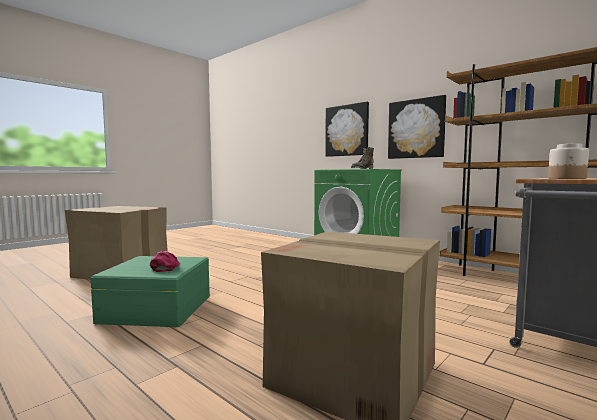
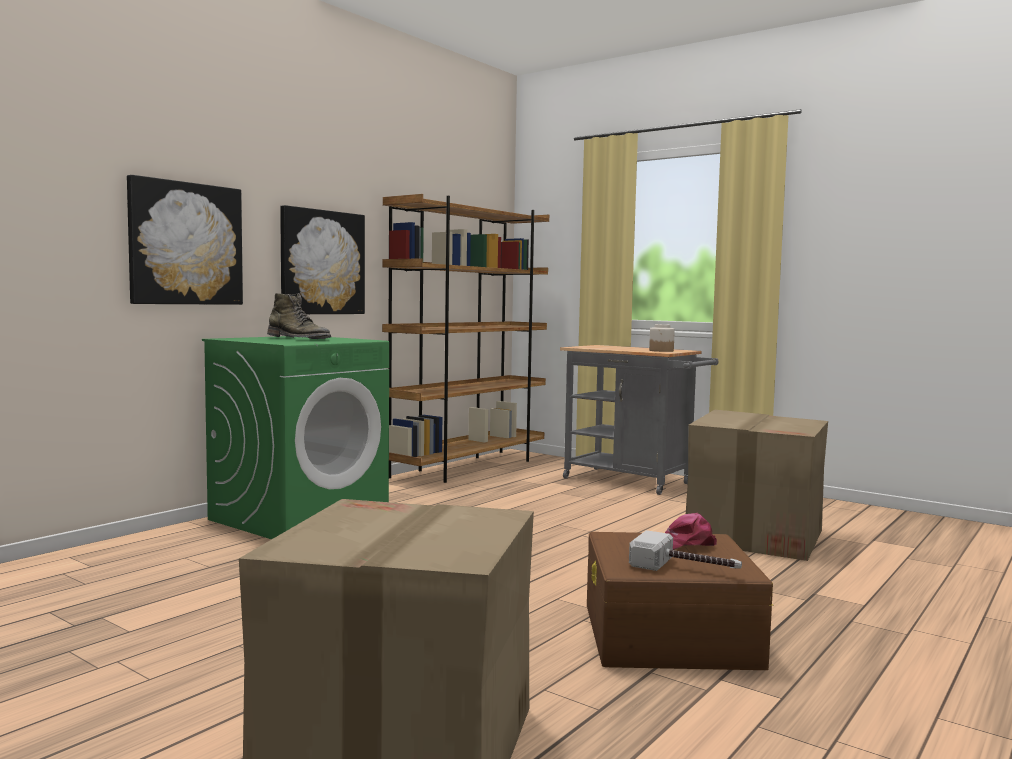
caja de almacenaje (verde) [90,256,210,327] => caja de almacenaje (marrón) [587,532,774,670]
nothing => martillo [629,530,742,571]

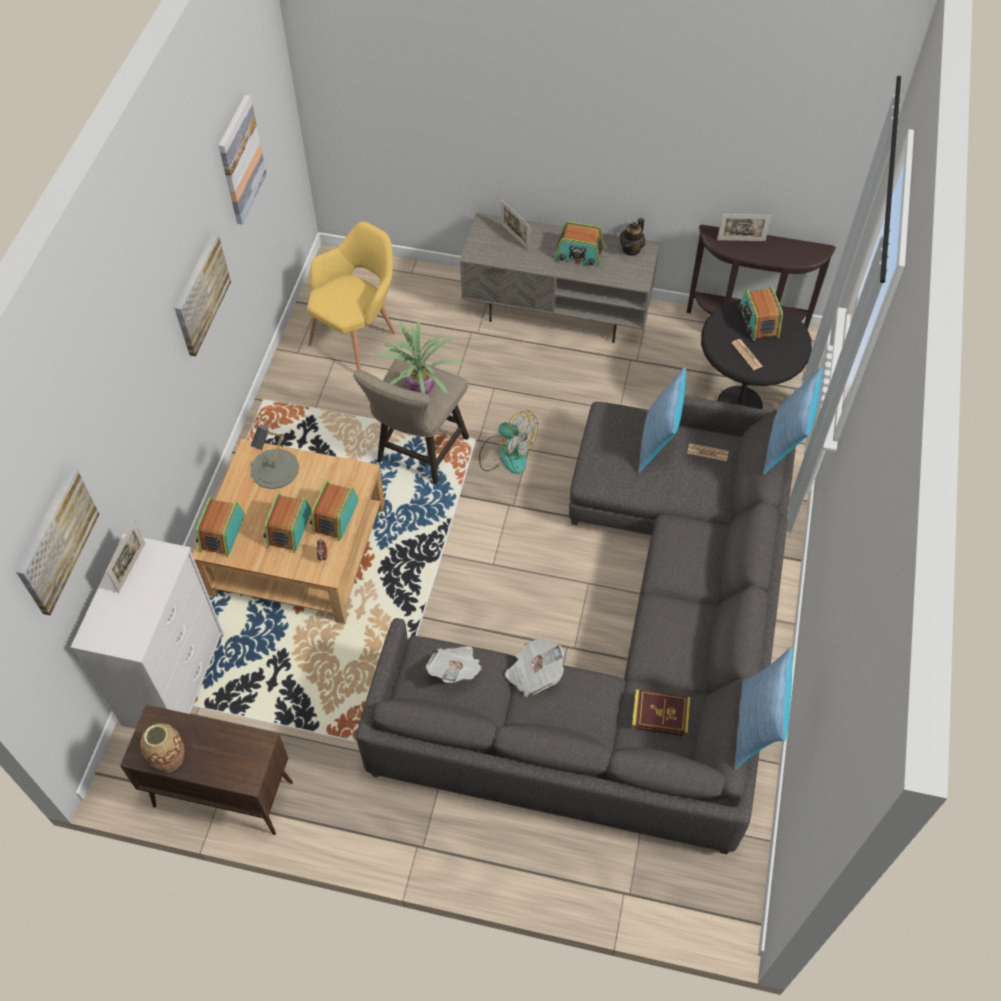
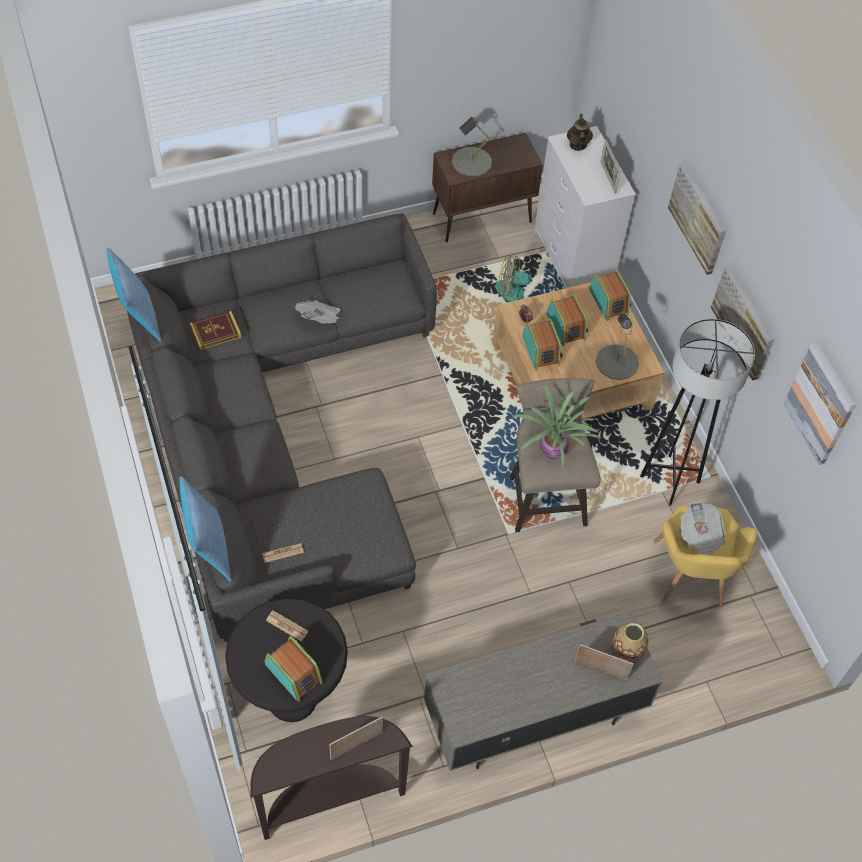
cuadro [16,468,99,615] => cuadro [668,163,726,275], move
florero [140,723,185,772] => florero [612,622,648,664], move
periódico [426,646,482,683] => periódico [681,501,726,555], move
ventilador [479,410,538,474] => ventilador [495,253,531,302], move
radio [554,221,605,266] => nothing
tetera [620,218,645,256] => tetera [567,114,593,151], move
cojín [638,367,686,473] => nothing
nothing => lámpara de mesa (gris) [452,117,492,177]
nothing => lámpara de pie (gris) [640,319,755,506]

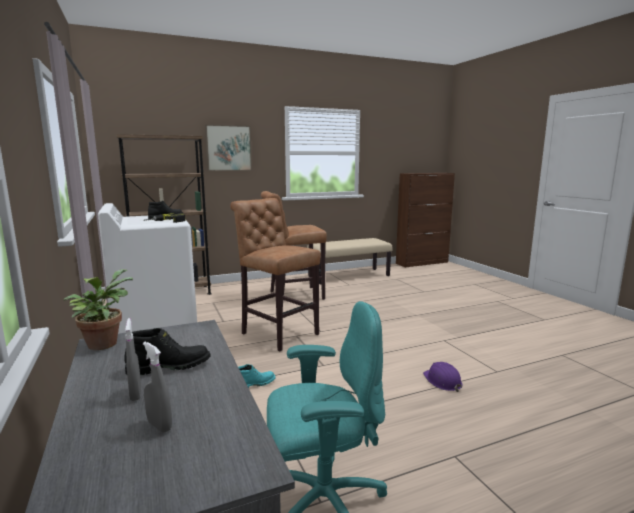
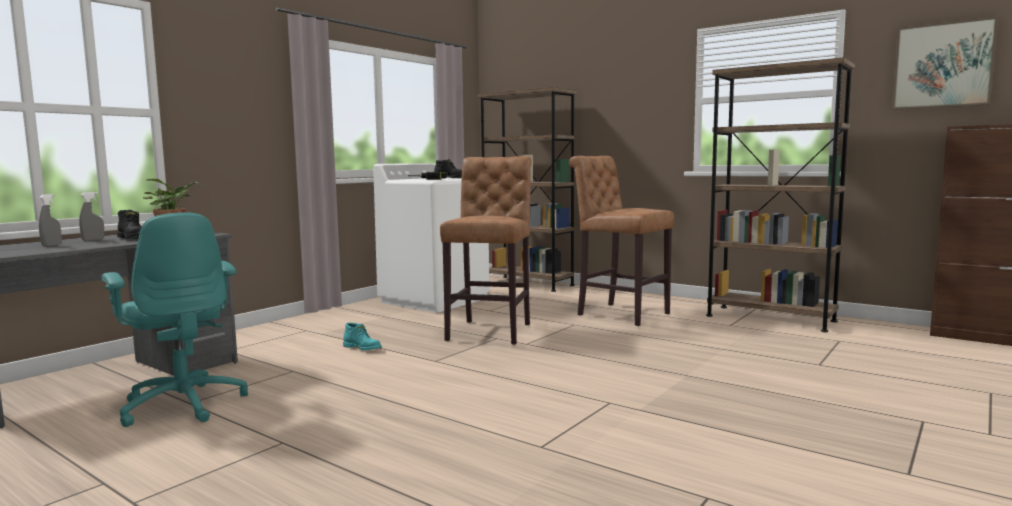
cuadro [205,124,252,171] => cuadro [892,17,998,110], move
banco (beis) [307,238,392,285] => estantería (marrón) [706,57,855,332]
casco (morado) [423,362,462,392] => nothing

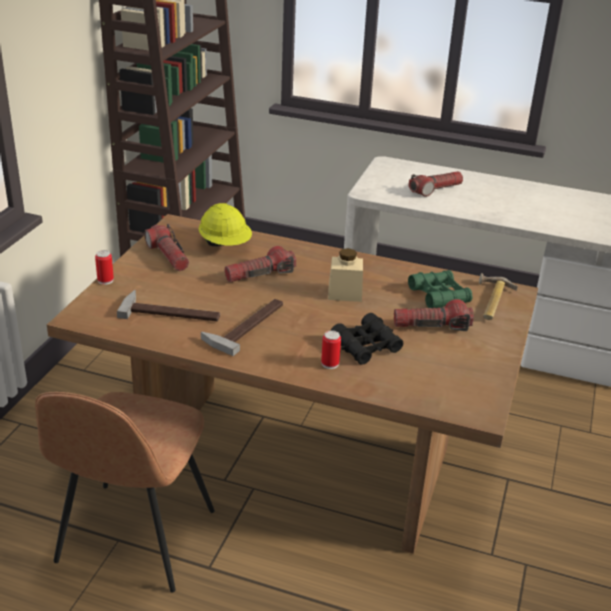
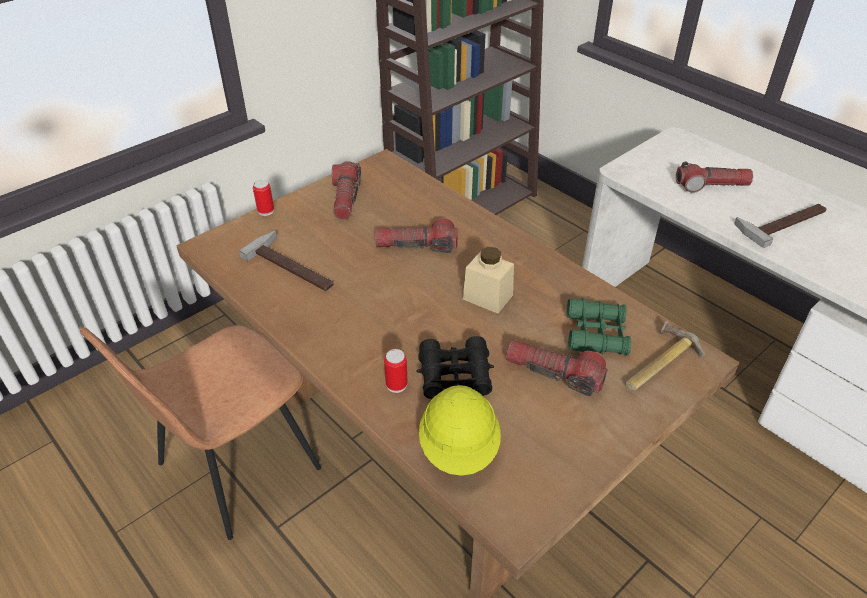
casco (amarillo) [198,203,252,246] => casco (amarillo) [419,385,501,476], move
martillo [201,299,283,356] => martillo [734,204,826,248], move

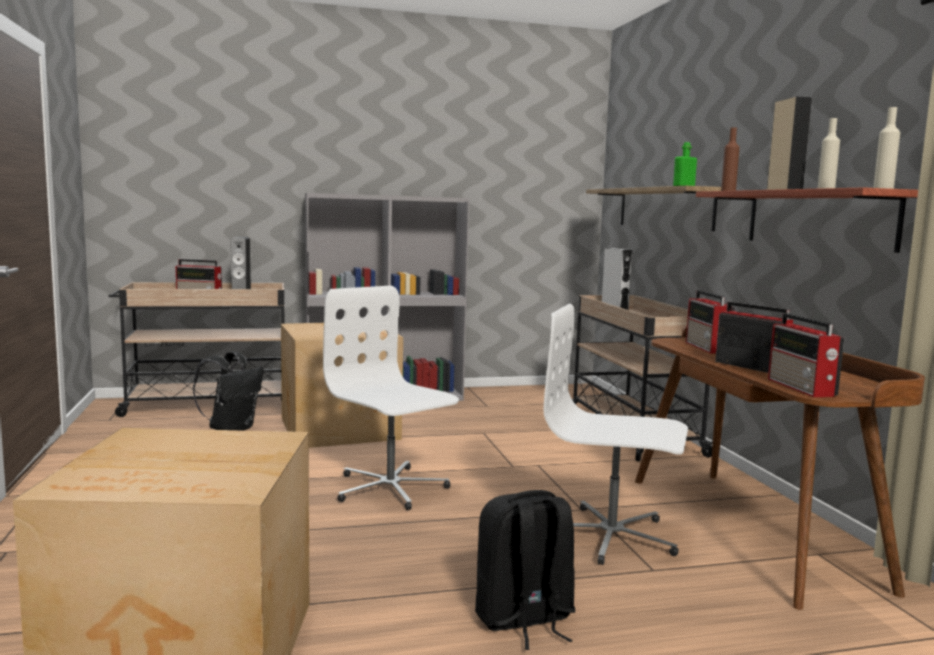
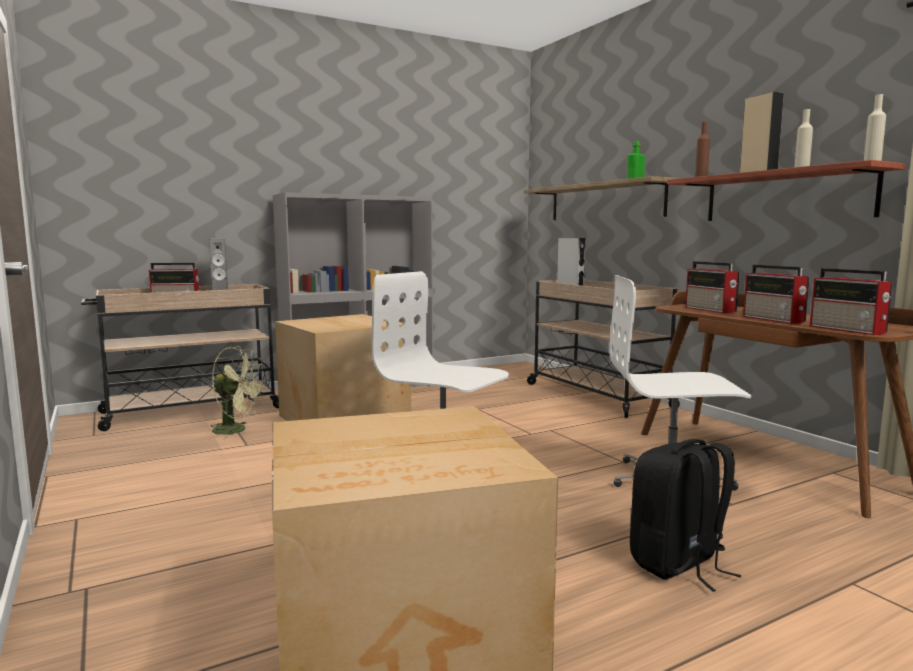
mochila (negro) [193,351,263,431] => ventilador (verde) [210,346,266,439]
radio [715,302,793,373] => radio [743,265,810,324], 150 degrees counterclockwise

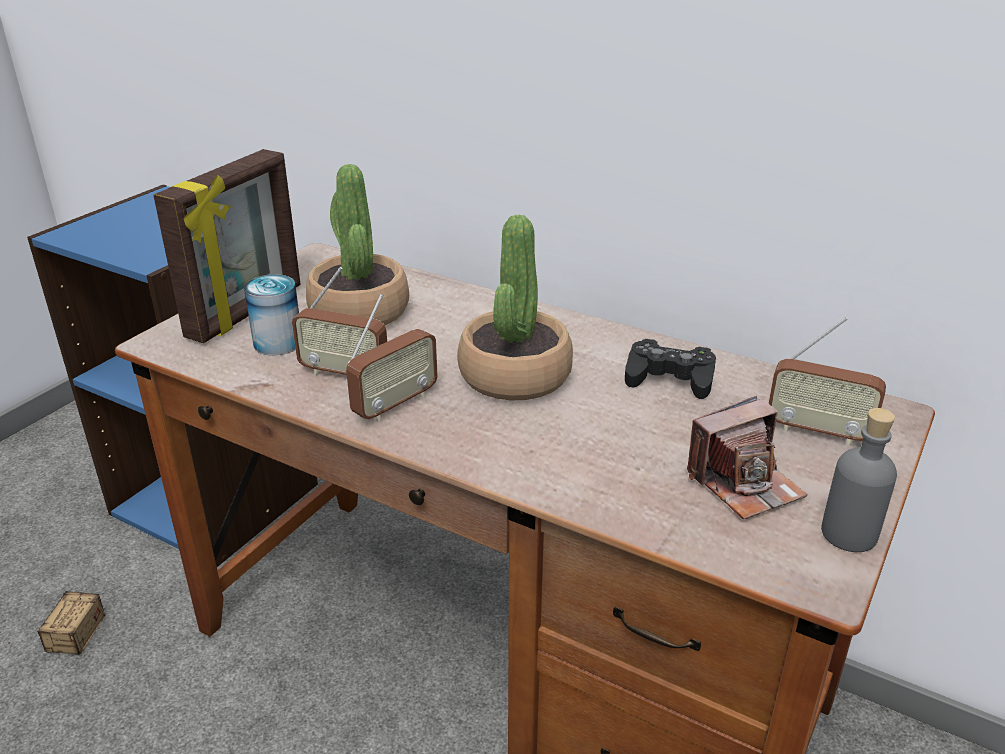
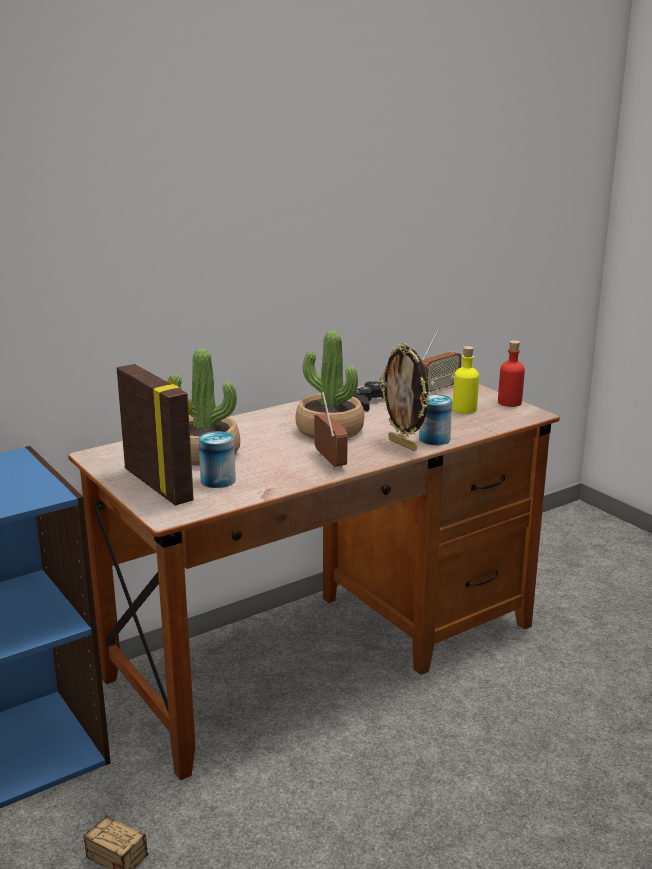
radio [292,267,387,375] => nothing
cámara [687,396,807,520] => botella (amarillo) [453,346,479,414]
botella (gris) [821,408,897,552] => botella (rojo) [498,340,525,407]
nothing => portarretratos [380,343,429,451]
nothing => lata [419,394,452,445]

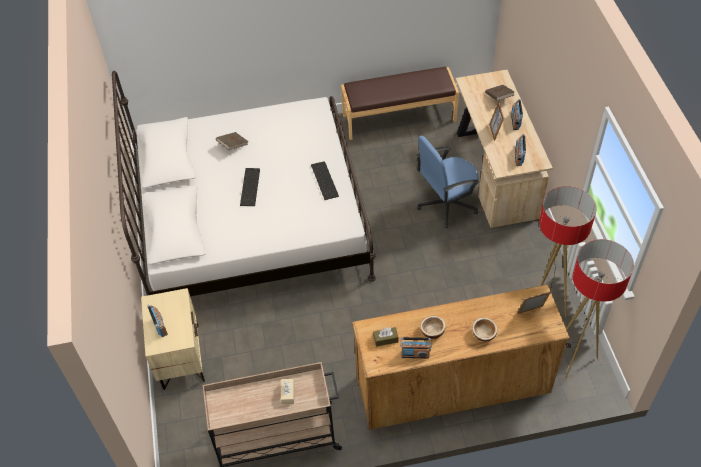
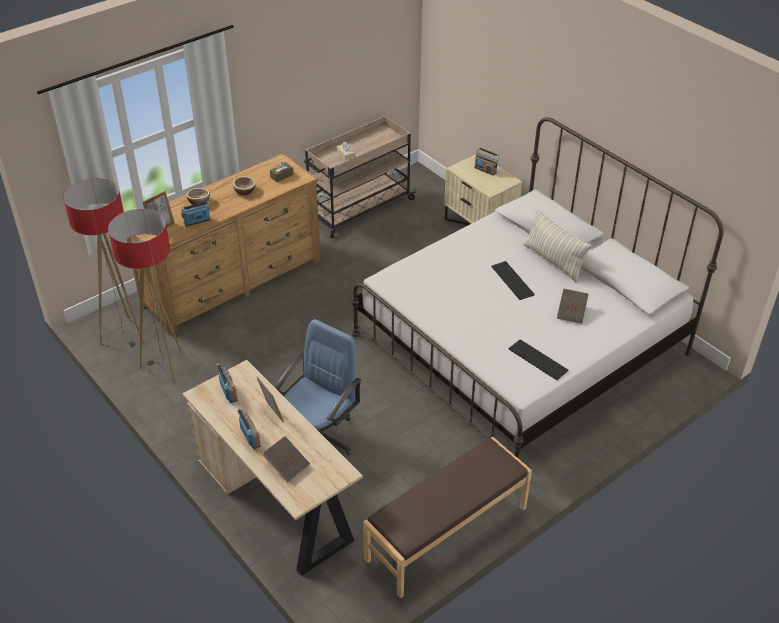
teclado [311,161,339,200] => teclado [509,339,568,380], move
radio [400,337,431,358] => radio [181,201,211,227], move
nothing => cojín [523,209,592,282]

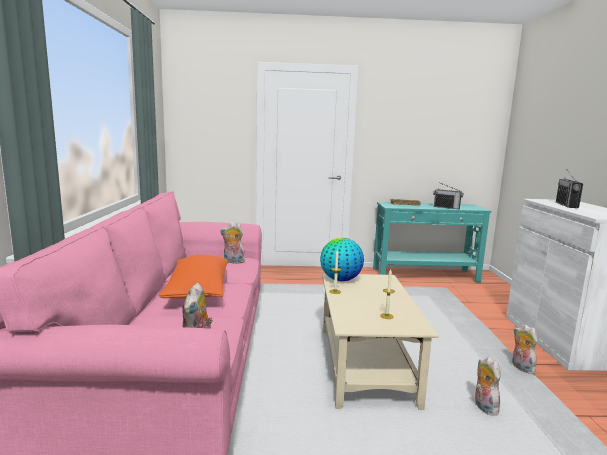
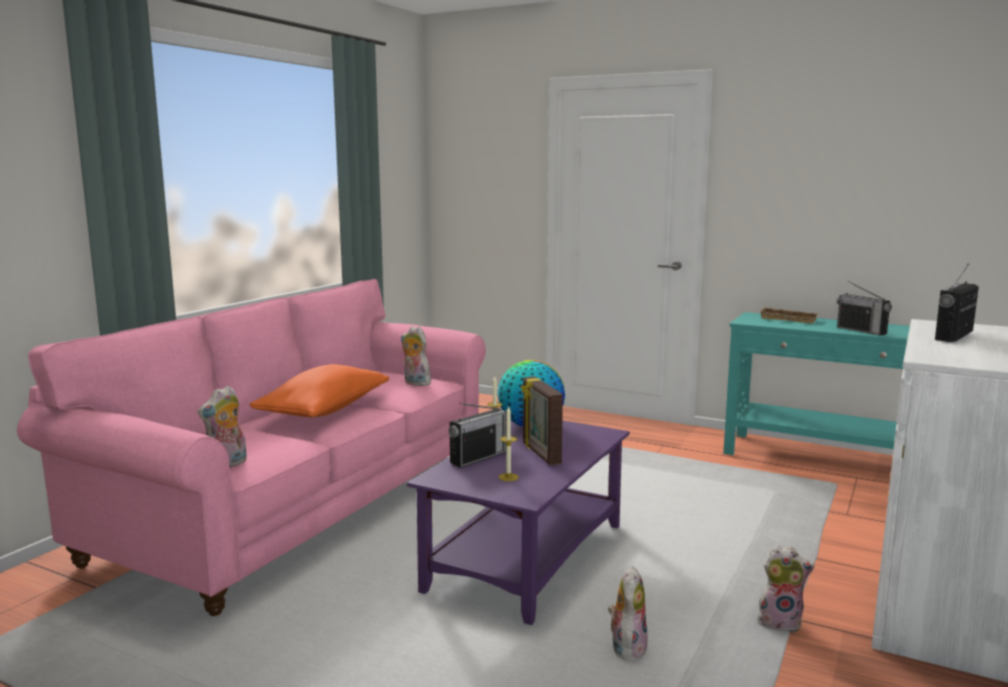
mesa de centro (beis) [322,273,439,410] => mesa de centro (morado) [407,421,630,625]
peluche [512,325,538,374] => peluche [757,546,815,633], 90 degrees clockwise
nothing => radio [448,403,507,468]
nothing => portarretratos [521,376,563,465]

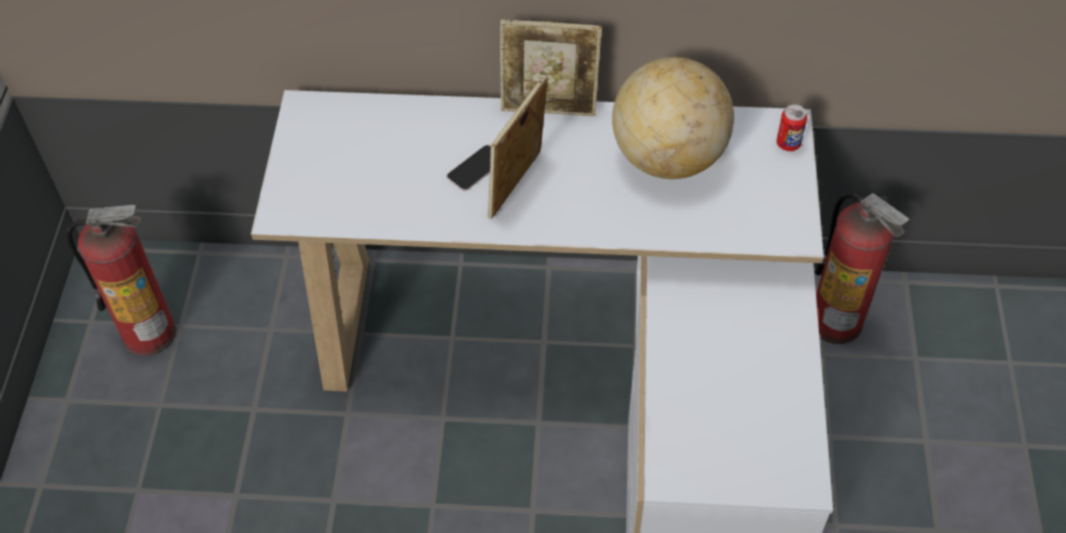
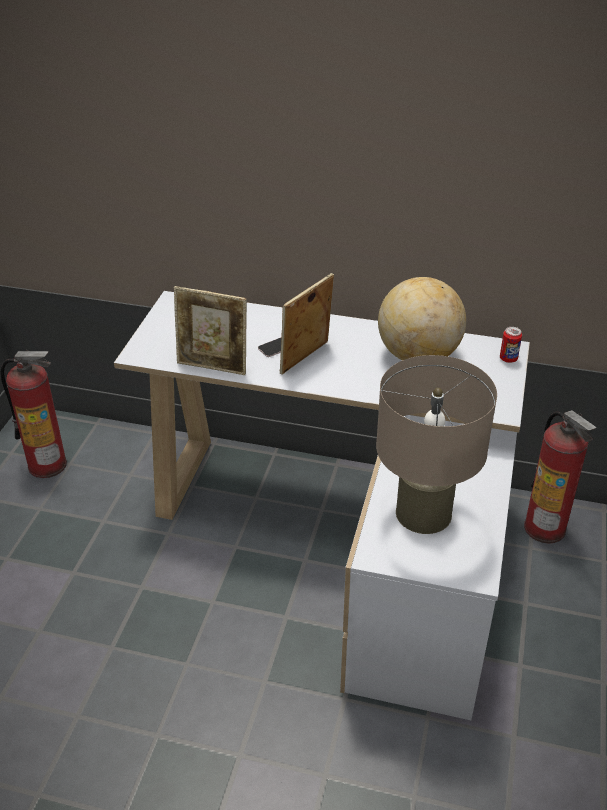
portarretratos [500,19,602,116] => portarretratos [174,286,247,375], move
nothing => lámpara de mesa (beis) [376,355,497,534]

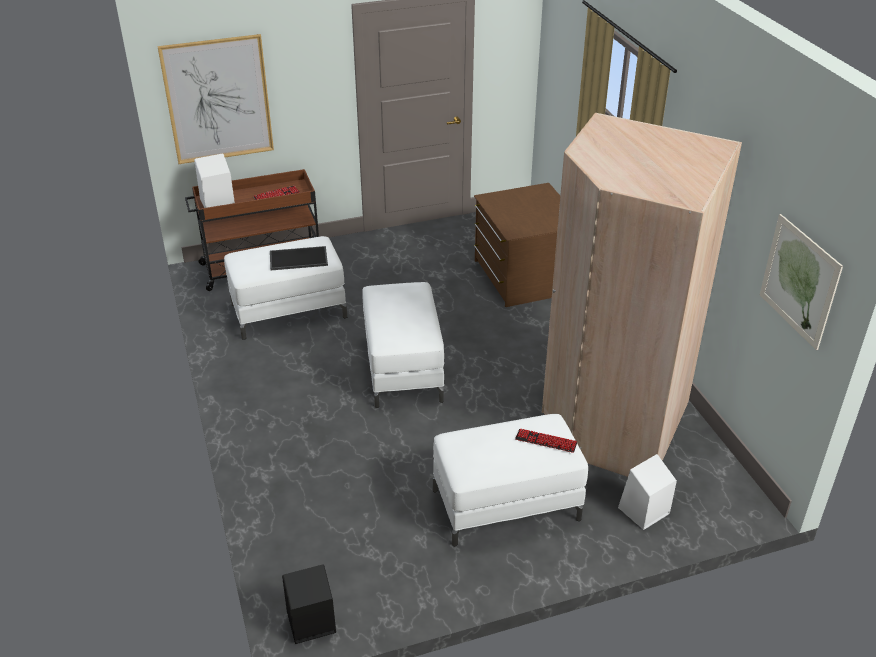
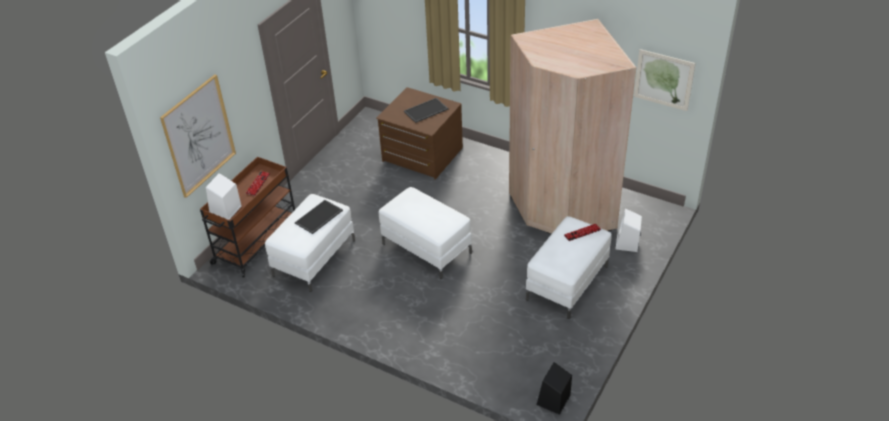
nothing => bandeja [404,98,448,123]

